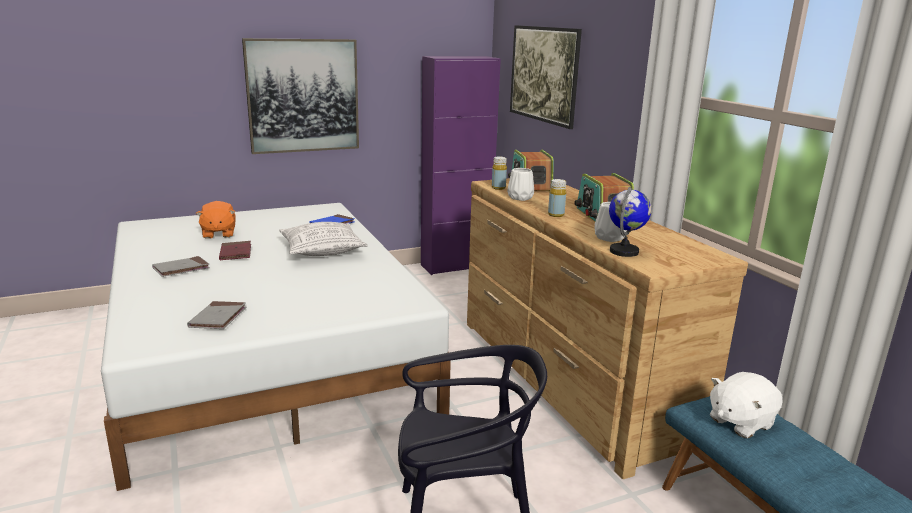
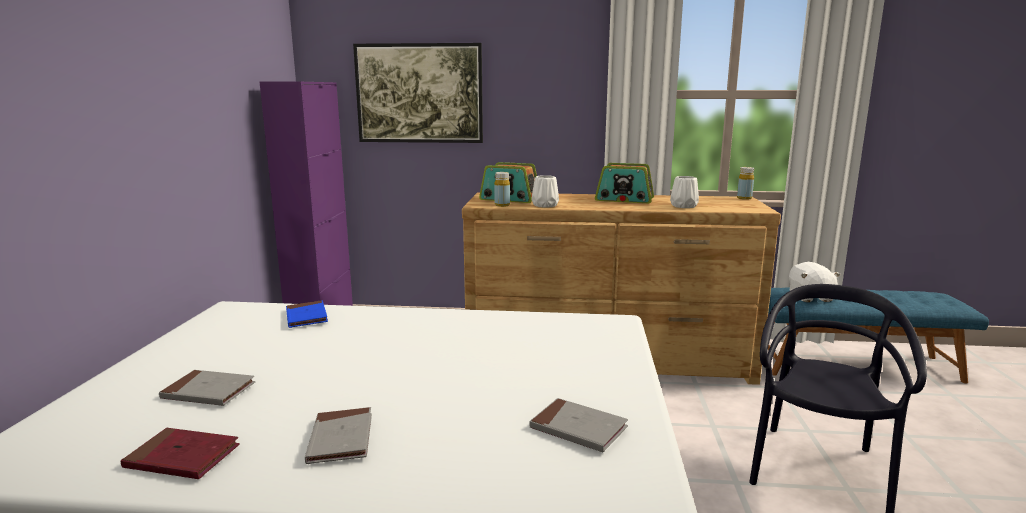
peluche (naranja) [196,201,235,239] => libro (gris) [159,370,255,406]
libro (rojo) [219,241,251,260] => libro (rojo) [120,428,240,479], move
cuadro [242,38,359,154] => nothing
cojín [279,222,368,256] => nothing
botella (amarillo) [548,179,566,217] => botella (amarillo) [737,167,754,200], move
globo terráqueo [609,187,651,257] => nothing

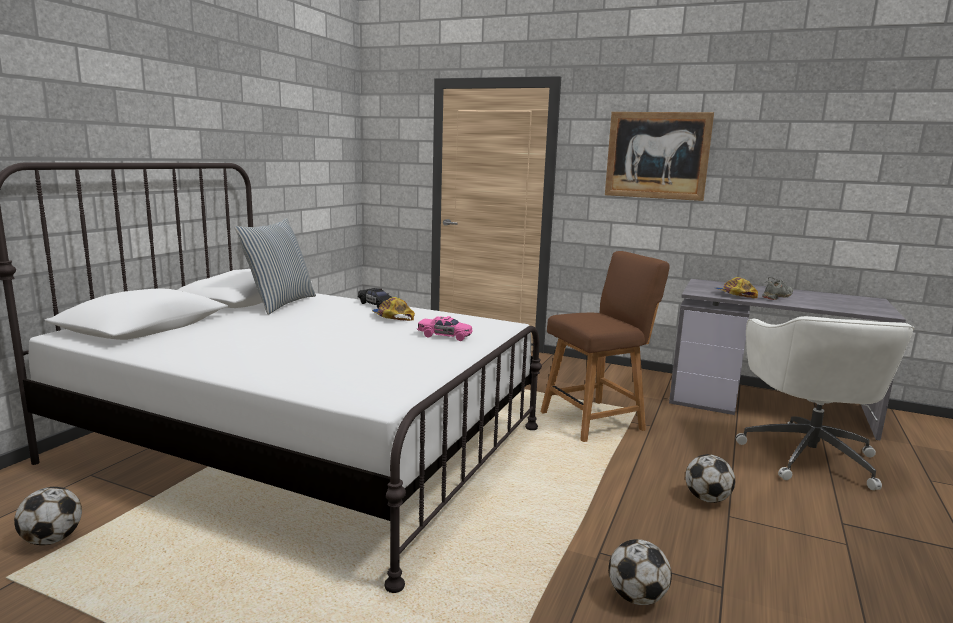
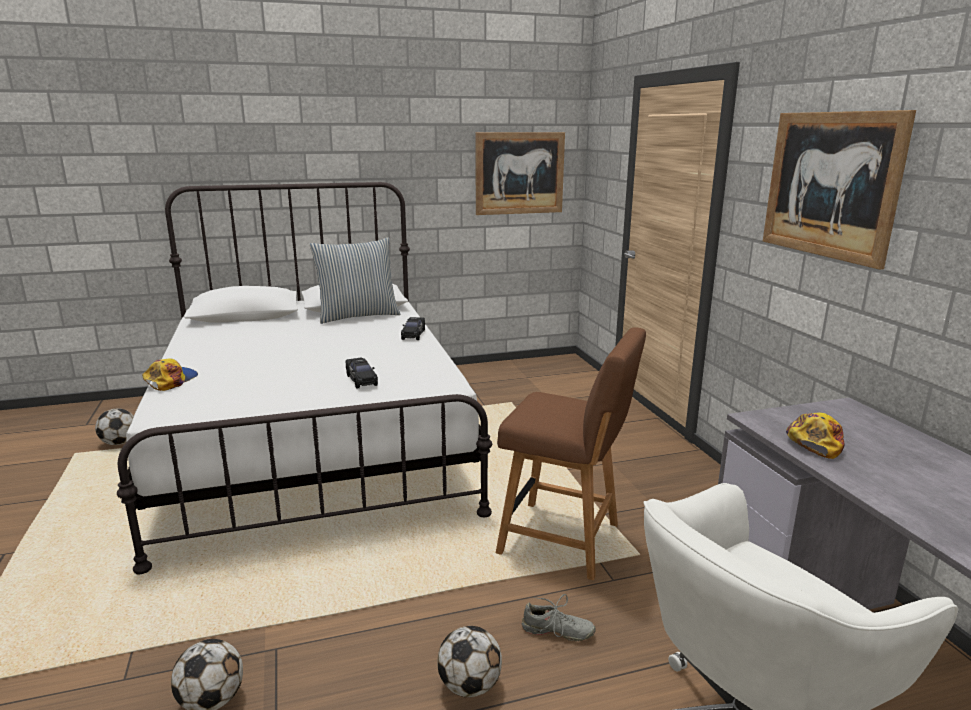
gorra [372,297,415,321] => gorra [142,358,198,391], move
coche de juguete (rosa) [417,316,472,341] => coche de juguete (negro) [346,357,378,389]
zapato (gris) [762,277,793,300] => zapato (gris) [521,594,596,641], move
nothing => cuadro [475,132,565,215]

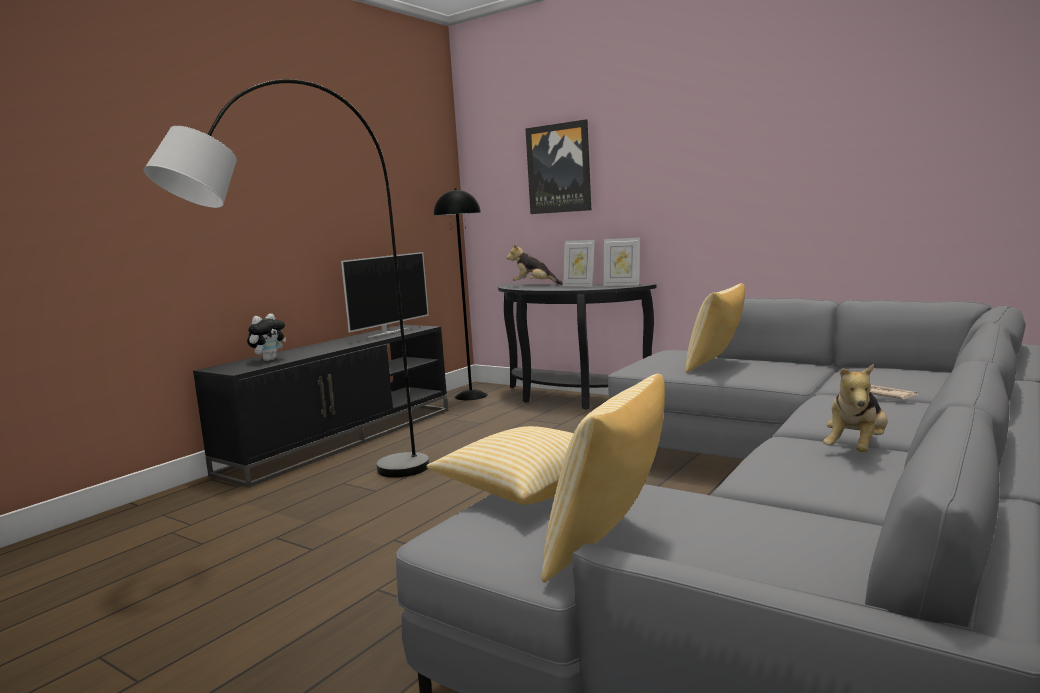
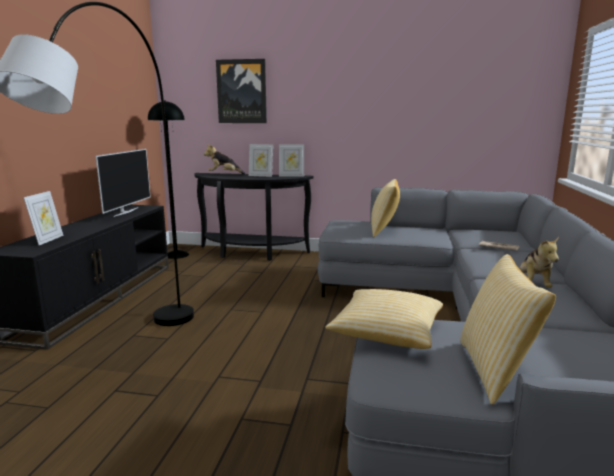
peluche [247,313,286,361] => portarretratos [24,191,64,245]

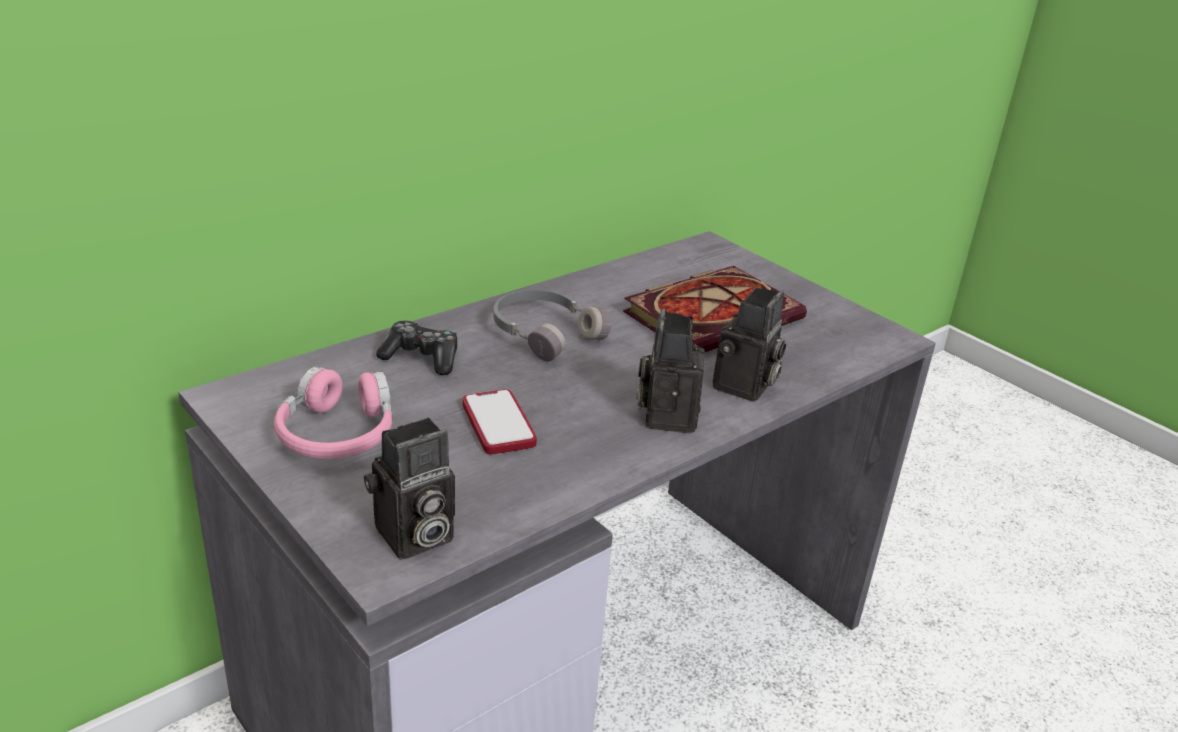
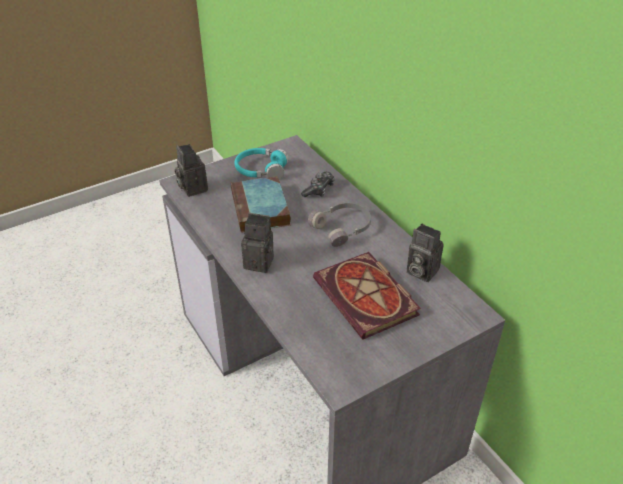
auriculares (rosa) [274,366,392,459] => auriculares (turquesa) [234,148,289,179]
móvil [462,389,537,454] => libro [231,176,291,232]
cámara [713,287,786,402] => cámara [407,224,444,282], move

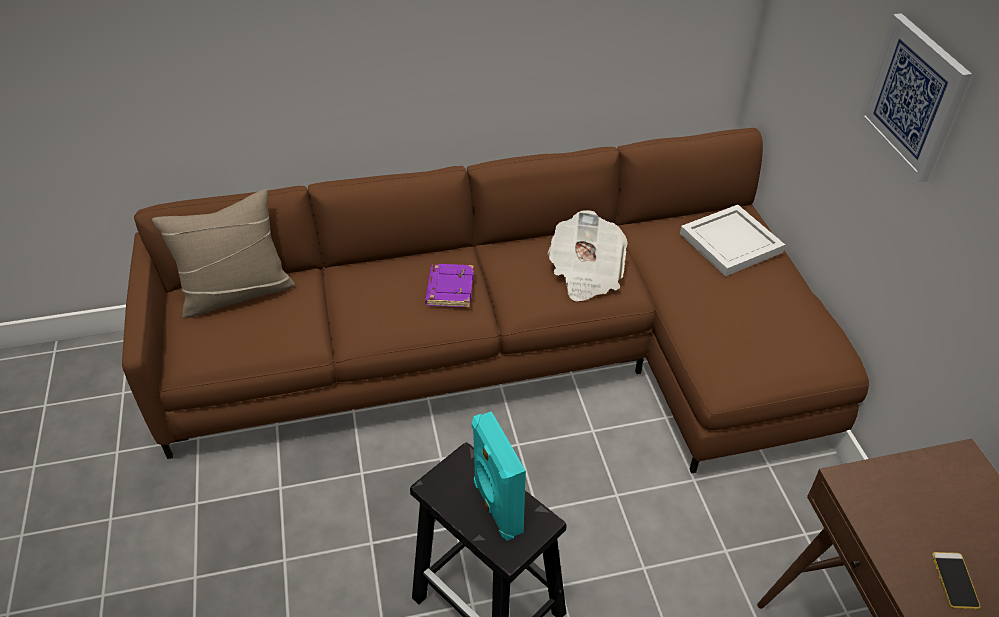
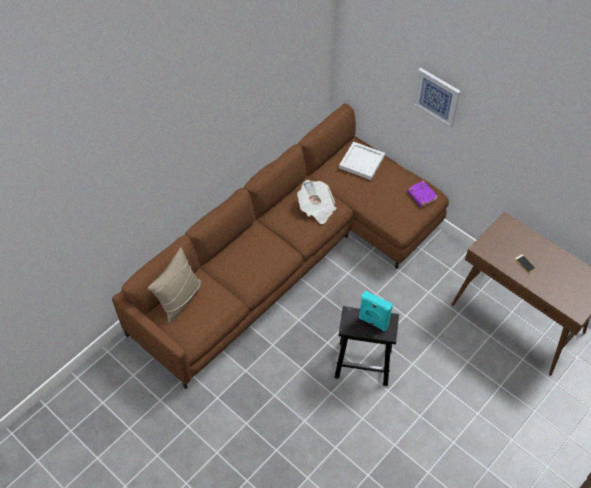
libro (morado) [425,264,474,308] => libro (morado) [407,181,438,207], move

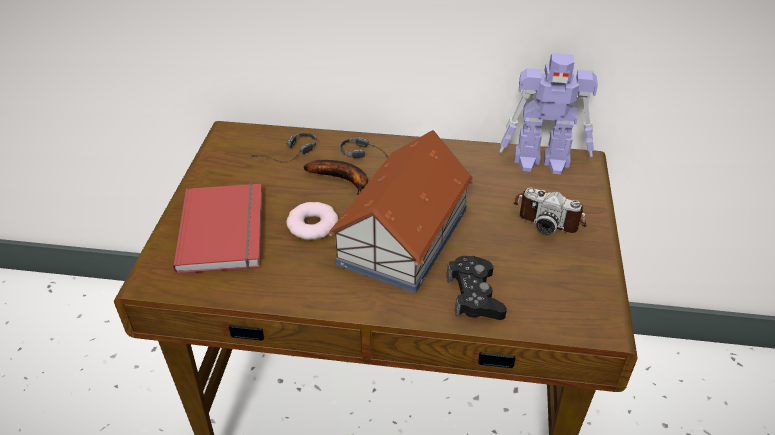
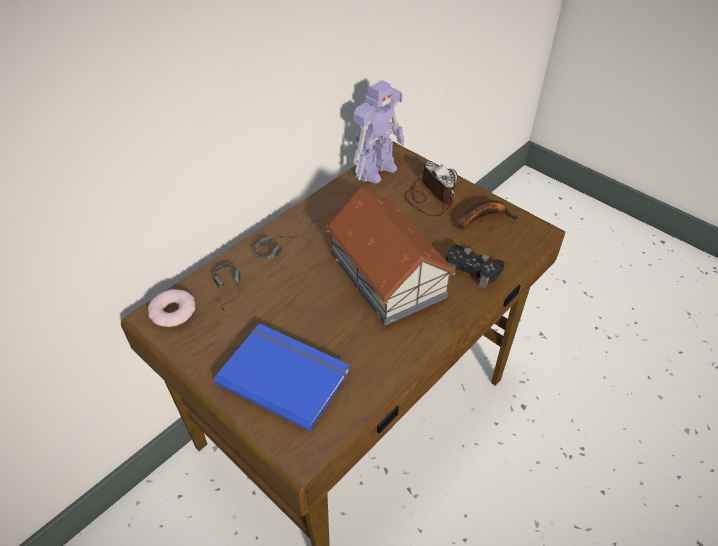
libro (rojo) [173,183,263,274] => libro (azul) [214,323,350,431]
rosquilla [286,202,338,240] => rosquilla [148,289,195,327], move
plátano [304,160,368,196] => plátano [458,200,518,229], move
cámara [513,188,587,234] => cámara [404,161,458,217], 90 degrees counterclockwise

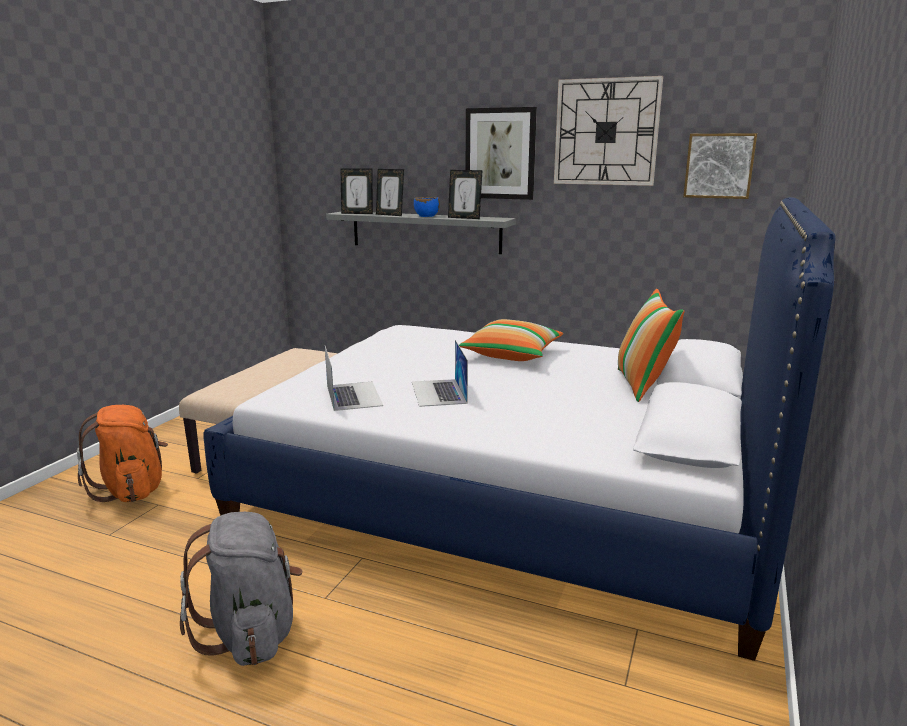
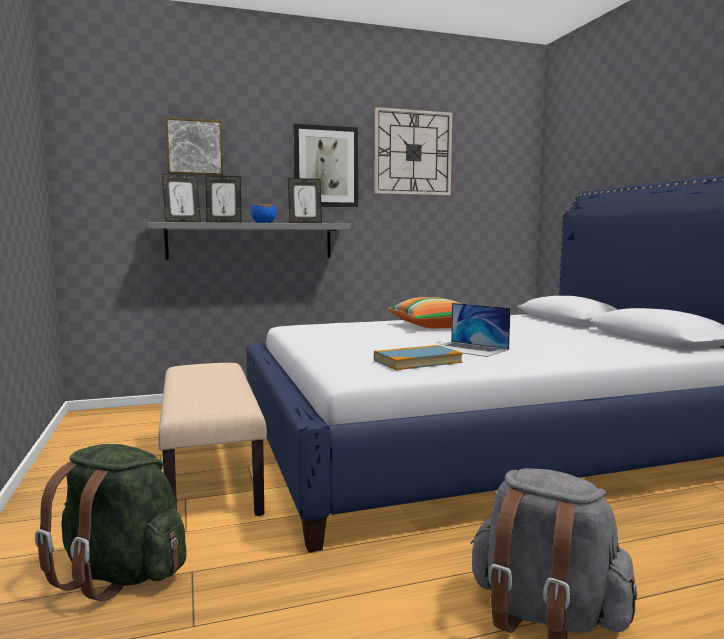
mochila (naranja) [77,405,168,502] => mochila (verde) [35,444,187,601]
portátil [325,346,383,411] => libro [374,345,463,370]
cojín [618,289,685,402] => nothing
cuadro [683,133,757,199] => cuadro [165,117,223,176], move

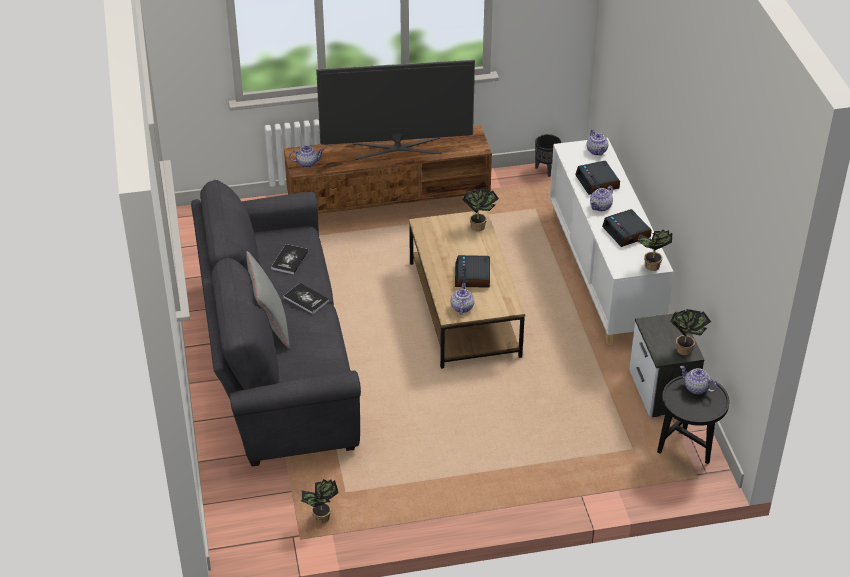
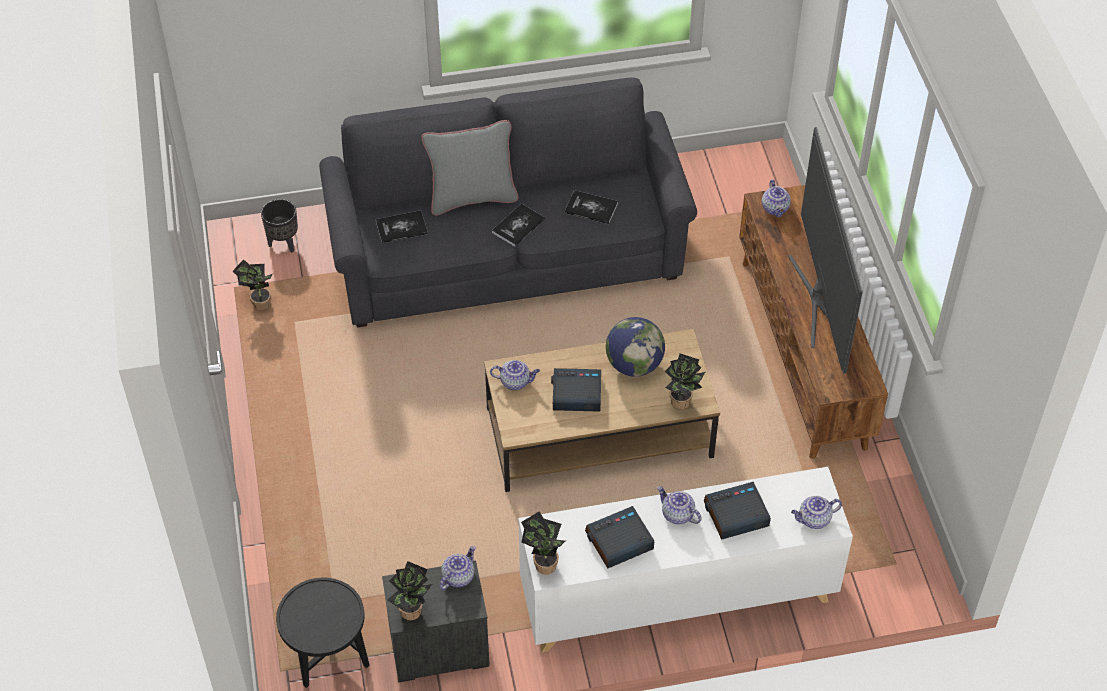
maceta (negro) [535,134,561,177] => maceta (negro) [261,199,298,253], move
tetera [680,366,717,394] => tetera [439,546,476,590], move
nothing => libro [375,210,428,243]
nothing => globo terráqueo [606,317,665,377]

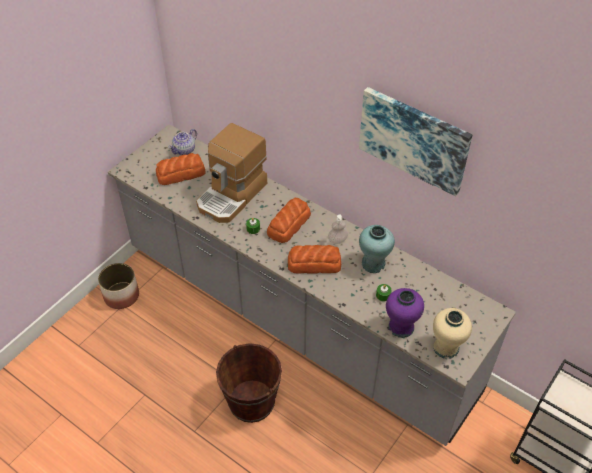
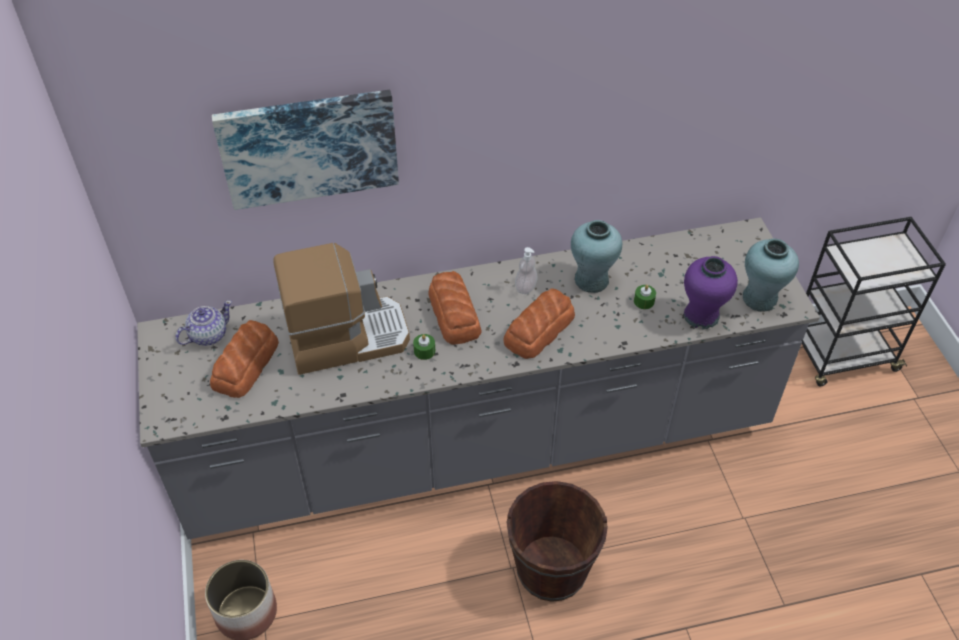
tetera [168,129,197,155] => tetera [175,300,232,346], 120 degrees counterclockwise
cafetera [196,123,267,223] => cafetera [274,243,410,375], 90 degrees counterclockwise
cuadro [359,87,472,197] => cuadro [212,90,399,210], move
florero (beis) [433,308,472,359] => florero (turquesa) [743,238,799,312]

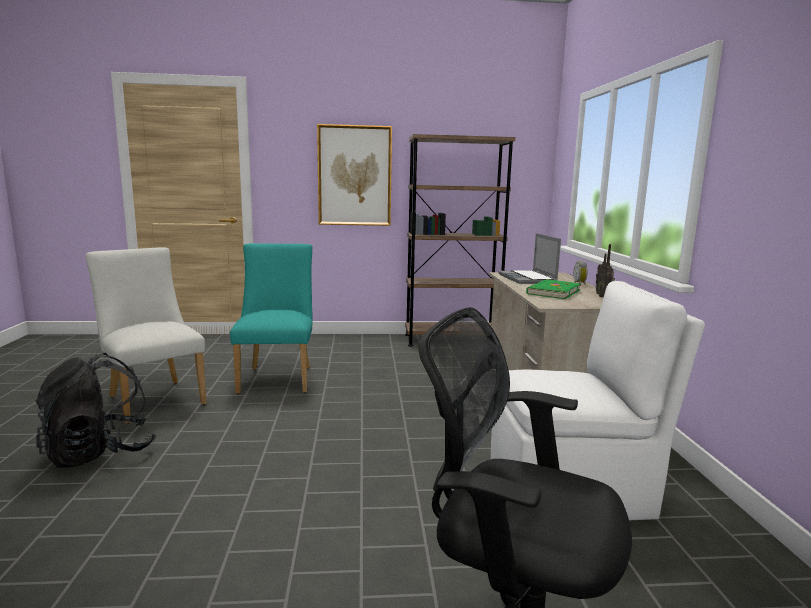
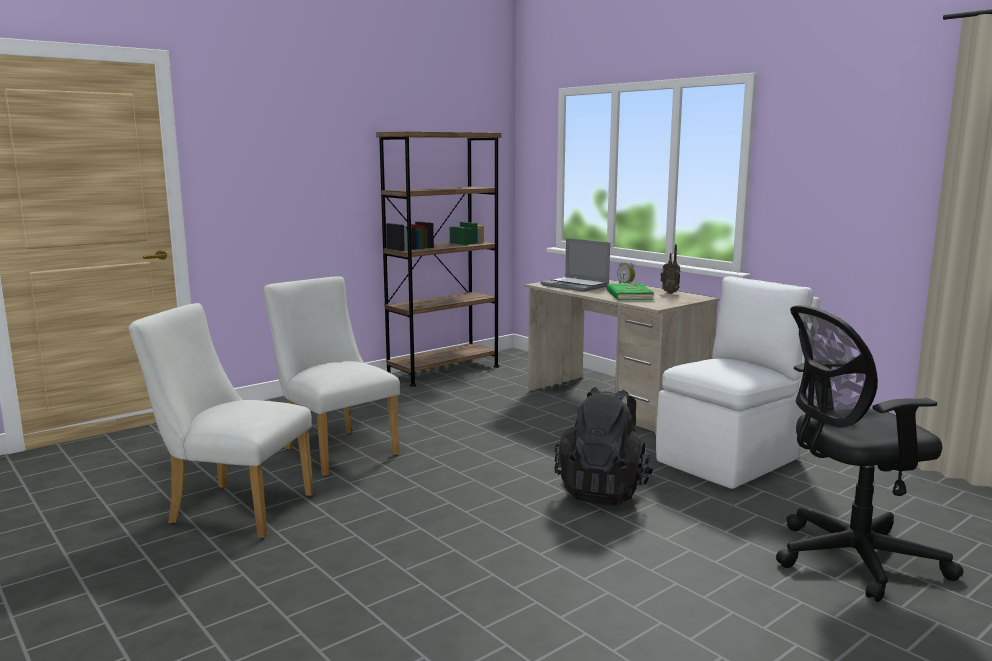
mochila (negro) [36,353,156,468] => mochila (negro) [555,387,654,505], move
silla (turquesa) [230,243,313,394] => silla (blanco) [264,277,400,477]
cuadro [317,124,392,226] => nothing

